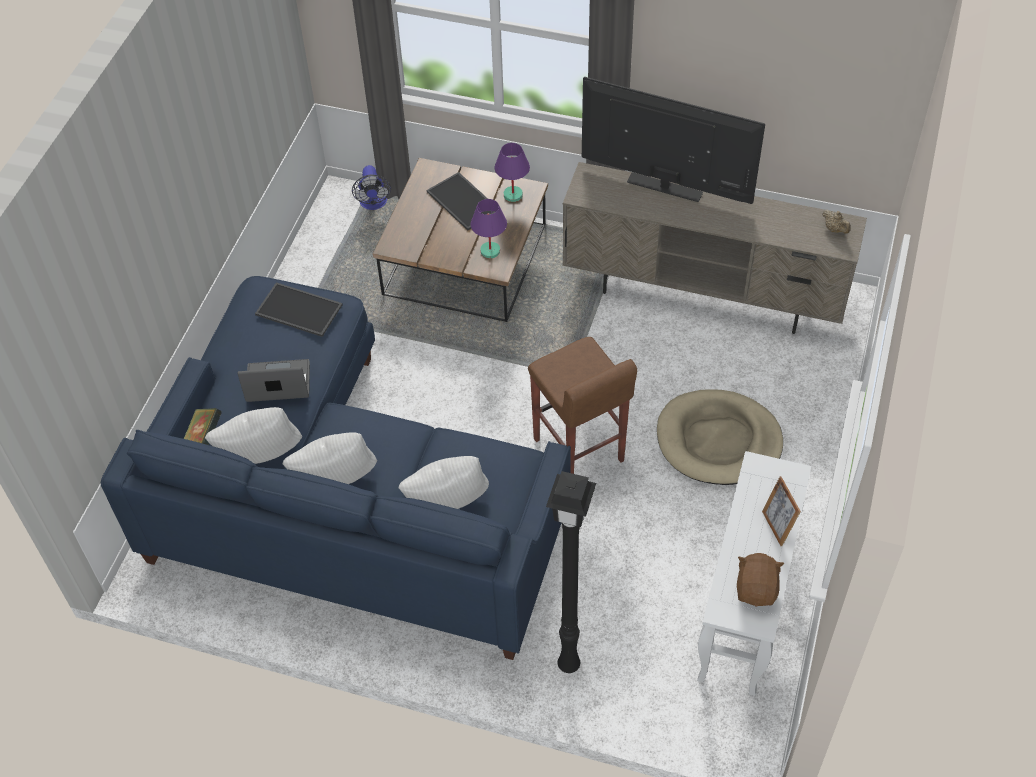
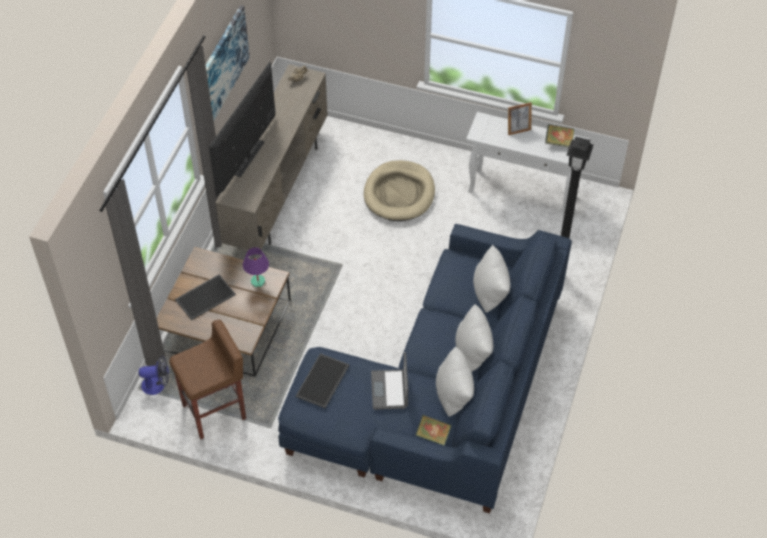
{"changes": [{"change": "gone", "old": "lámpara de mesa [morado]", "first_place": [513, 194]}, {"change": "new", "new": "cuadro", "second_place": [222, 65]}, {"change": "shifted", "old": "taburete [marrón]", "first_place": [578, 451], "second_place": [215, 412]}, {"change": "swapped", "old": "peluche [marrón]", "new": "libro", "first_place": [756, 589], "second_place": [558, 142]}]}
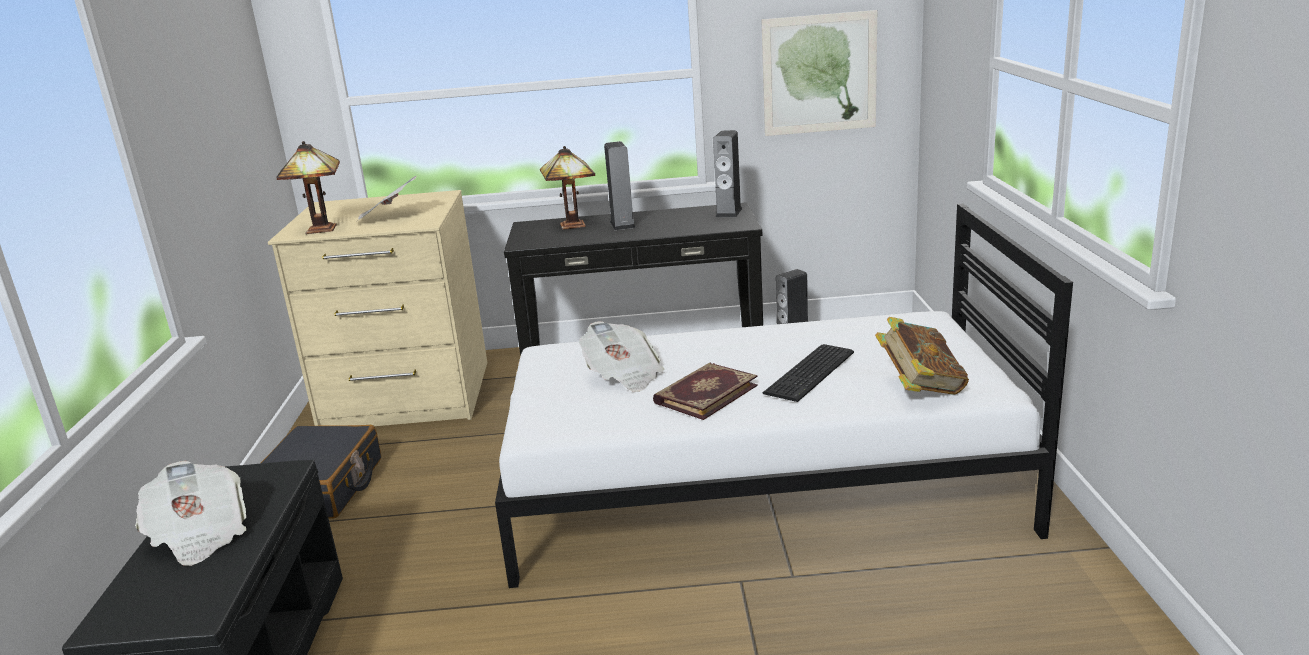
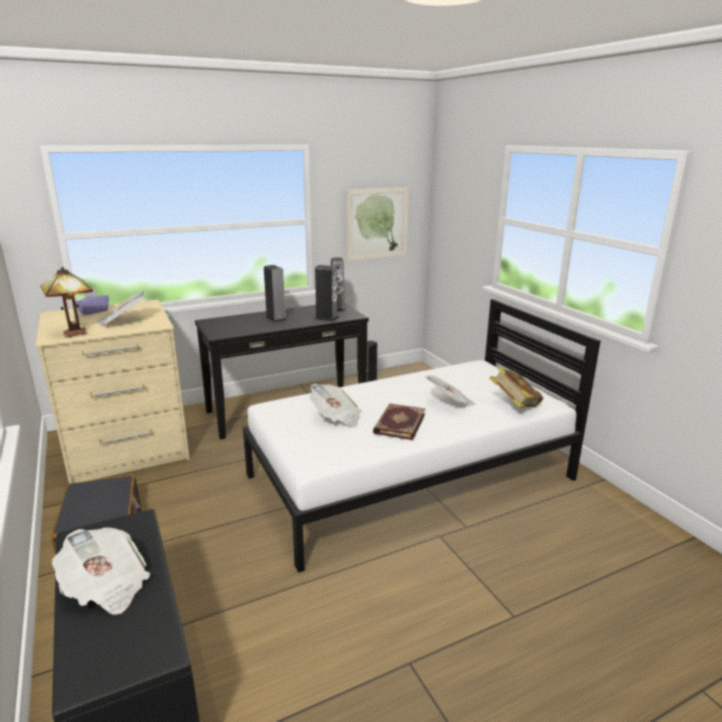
{"changes": [{"change": "gone", "old": "lámpara de mesa", "first_place": [571, 225]}, {"change": "new", "new": "caja de pañuelos [morado]", "second_place": [93, 311]}, {"change": "new", "new": "altavoz", "second_place": [326, 318]}, {"change": "swapped", "old": "teclado", "new": "periódico", "first_place": [812, 372], "second_place": [449, 403]}]}
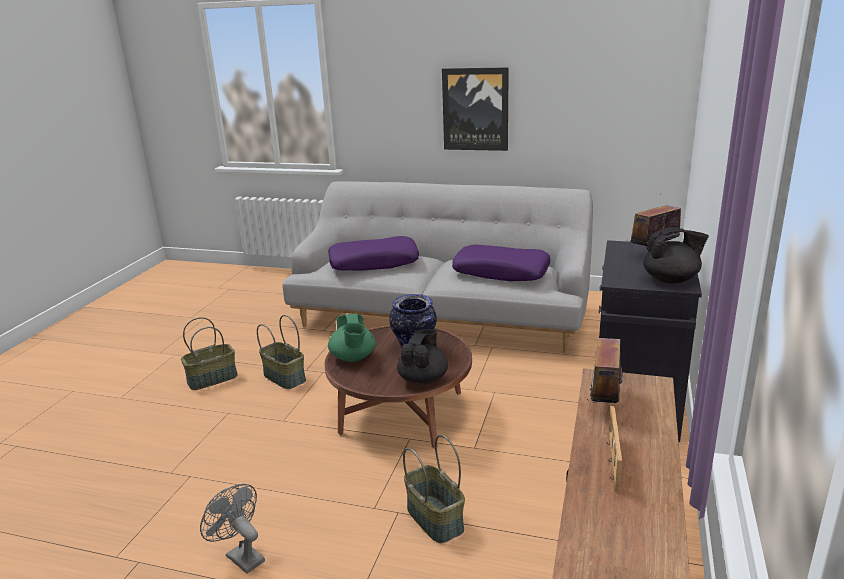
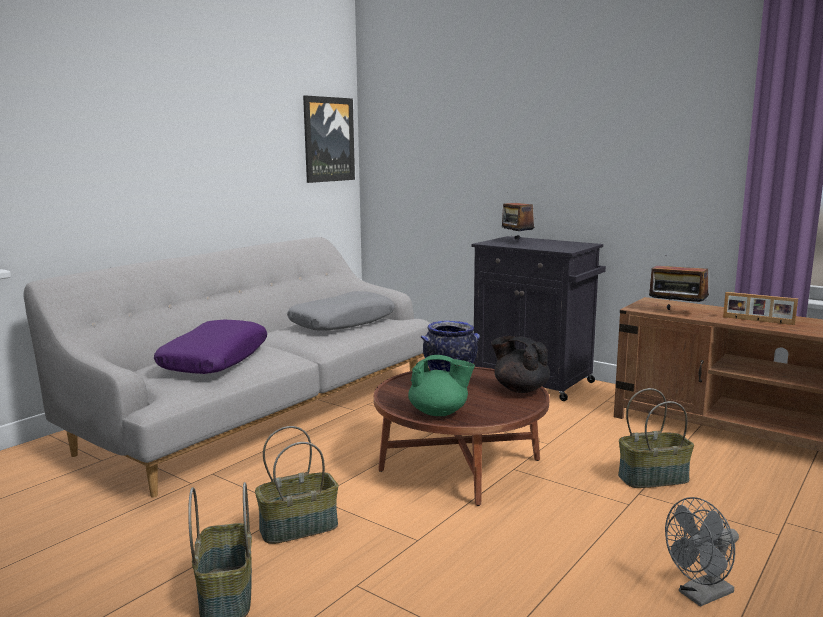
{"changes": [{"change": "gone", "old": "tetera [negro]", "first_place": [671, 280]}, {"change": "shifted", "old": "cuadro", "first_place": [475, 109], "second_place": [328, 139]}, {"change": "repainted", "old": "cojín [morado]", "new": "cojín [gris]", "first_place": [501, 272], "second_place": [342, 322]}]}
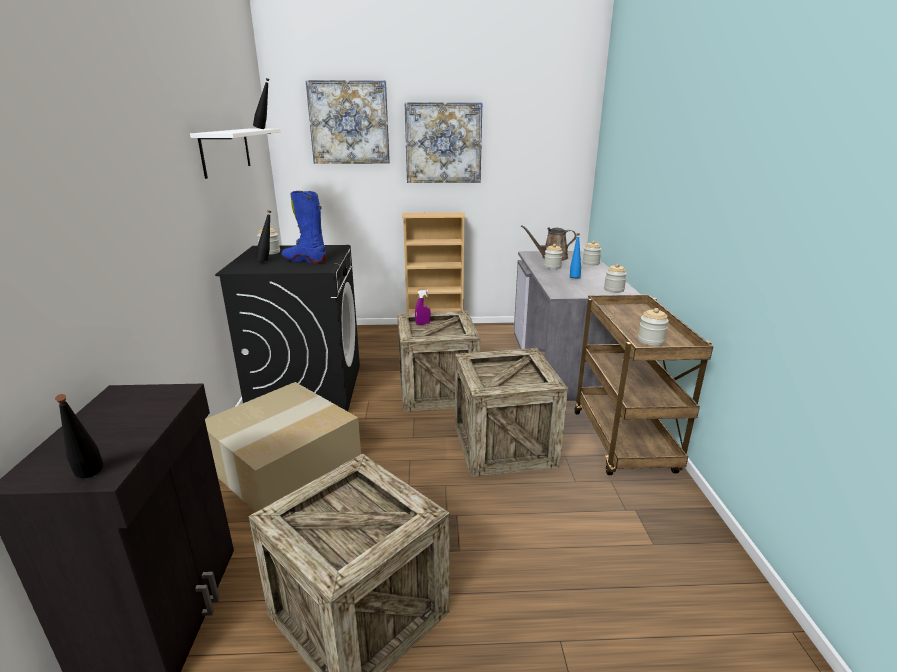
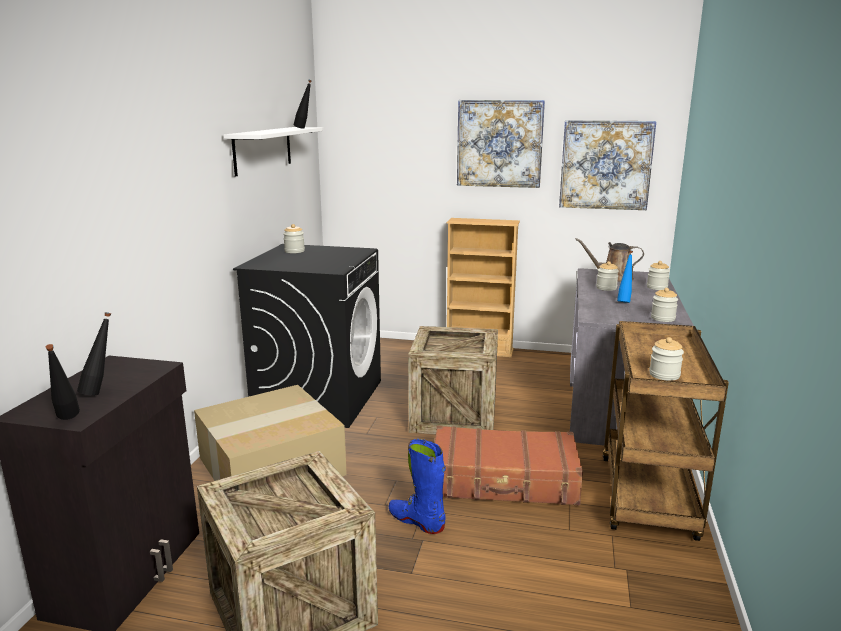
{"changes": [{"change": "gone", "old": "pulverizador [morado]", "first_place": [423, 324]}, {"change": "shifted", "old": "botella [negro]", "first_place": [267, 260], "second_place": [101, 392]}, {"change": "shifted", "old": "bota [azul]", "first_place": [304, 260], "second_place": [417, 521]}, {"change": "shifted", "old": "cuadro", "first_place": [349, 123], "second_place": [605, 165]}, {"change": "swapped", "old": "caja de embalaje", "new": "maleta [marrón]", "first_place": [503, 445], "second_place": [504, 481]}]}
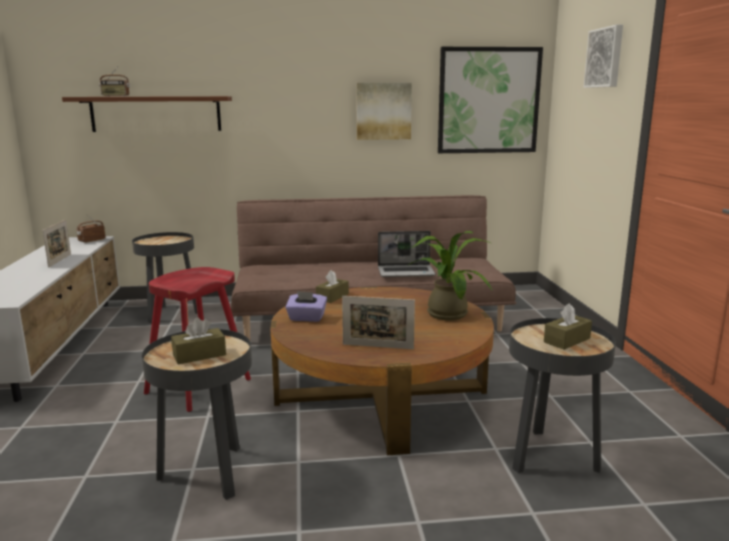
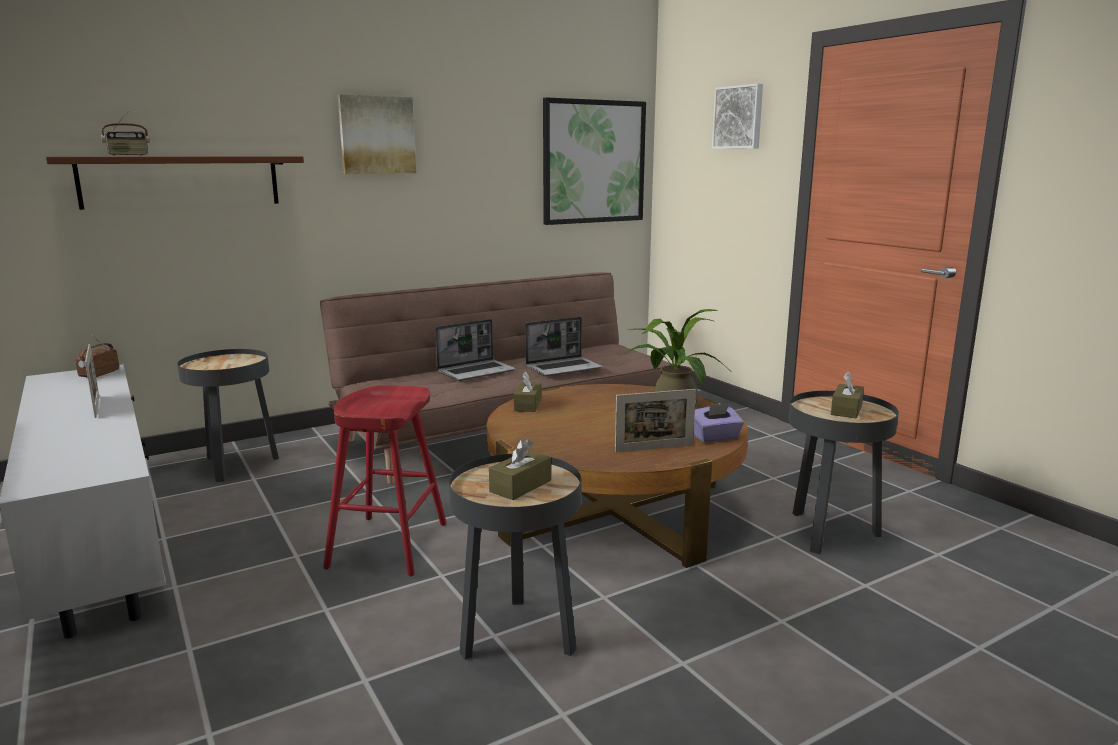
{"changes": [{"change": "new", "new": "portátil", "second_place": [476, 371]}, {"change": "shifted", "old": "caja de pañuelos [morado]", "first_place": [306, 318], "second_place": [715, 437]}, {"change": "shifted", "old": "cuadro", "first_place": [383, 111], "second_place": [377, 135]}]}
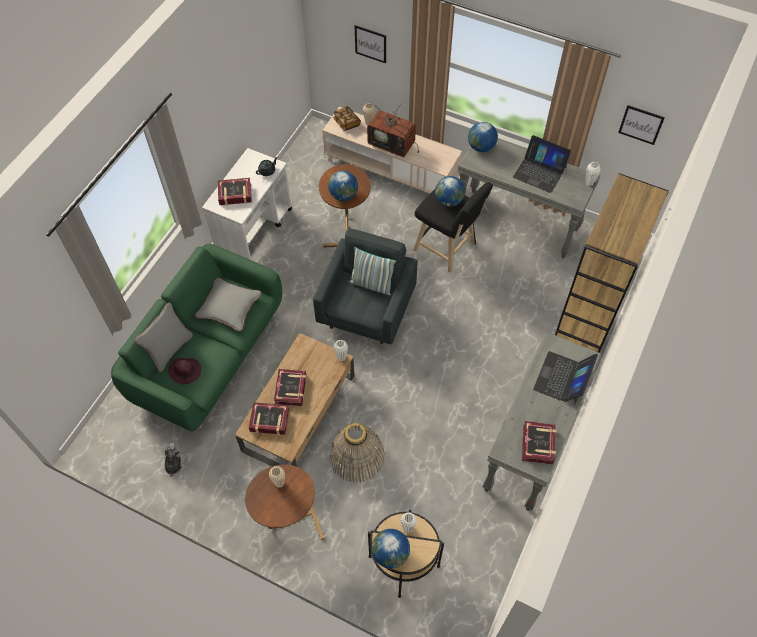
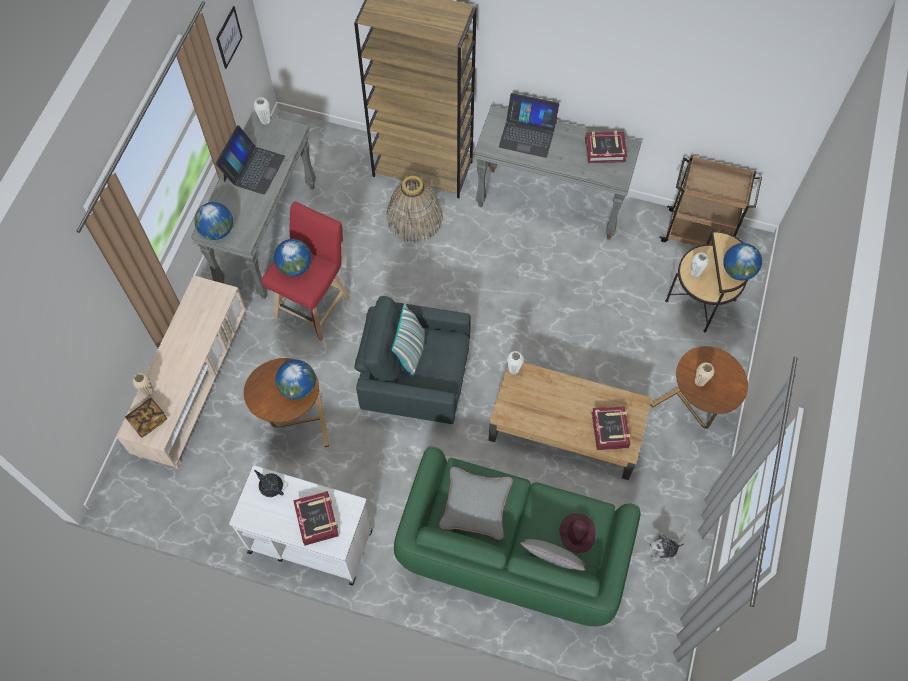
{"changes": [{"change": "gone", "old": "libro", "first_place": [291, 389]}, {"change": "gone", "old": "cuadro", "first_place": [370, 44]}, {"change": "gone", "old": "televisor", "first_place": [393, 144]}, {"change": "new", "new": "carrito [marrón]", "second_place": [698, 233]}, {"change": "shifted", "old": "cesta", "first_place": [357, 456], "second_place": [414, 218]}, {"change": "repainted", "old": "taburete [negro]", "new": "taburete [rojo]", "first_place": [447, 249], "second_place": [315, 304]}]}
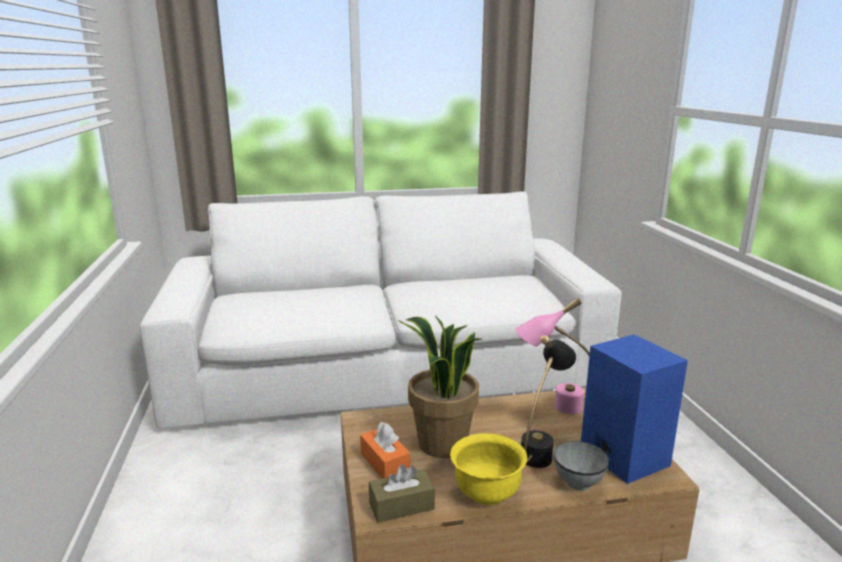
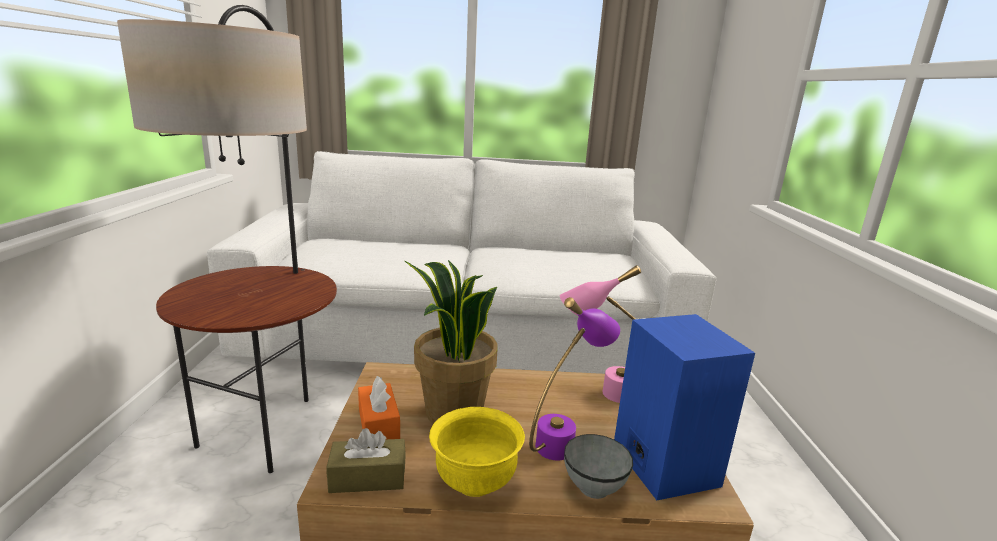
{"changes": [{"change": "new", "new": "lámpara de pie", "second_place": [268, 431]}, {"change": "repainted", "old": "lámpara de mesa [negro]", "new": "lámpara de mesa [morado]", "first_place": [541, 450], "second_place": [565, 439]}]}
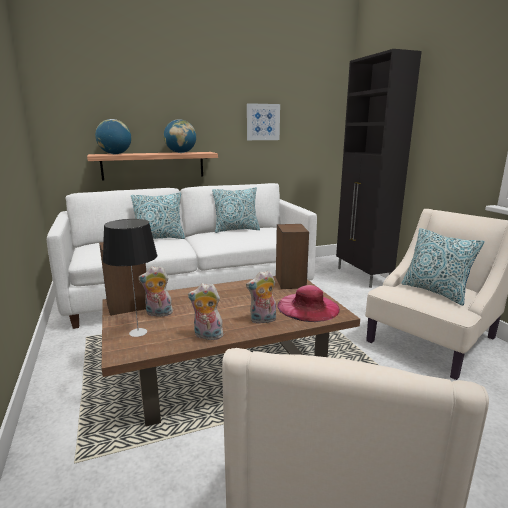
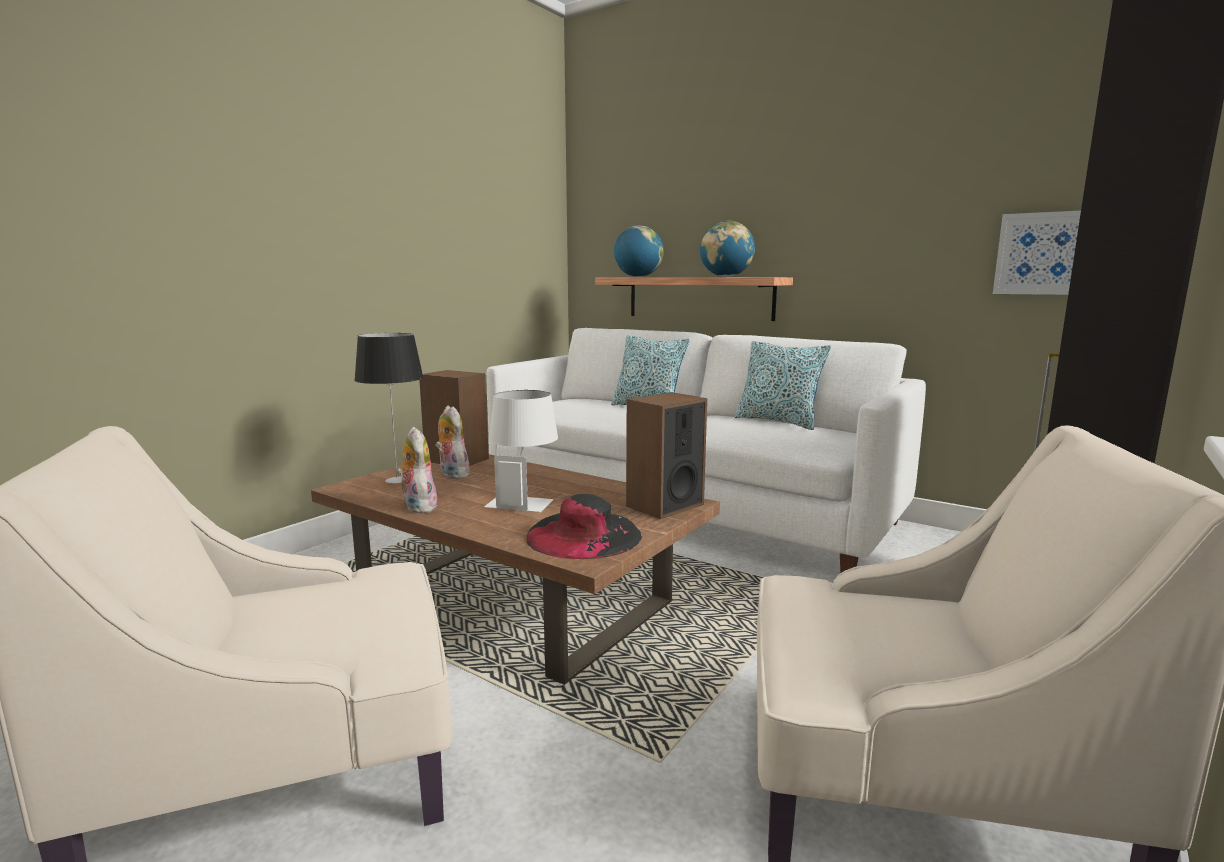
{"changes": [{"change": "gone", "old": "peluche", "first_place": [263, 320]}, {"change": "gone", "old": "cojín", "first_place": [435, 292]}, {"change": "new", "new": "lámpara de mesa [blanco]", "second_place": [523, 499]}, {"change": "shifted", "old": "cuadro", "first_place": [263, 122], "second_place": [1043, 253]}, {"change": "repainted", "old": "sombrero [rosa]", "new": "sombrero [negro]", "first_place": [308, 307], "second_place": [584, 535]}]}
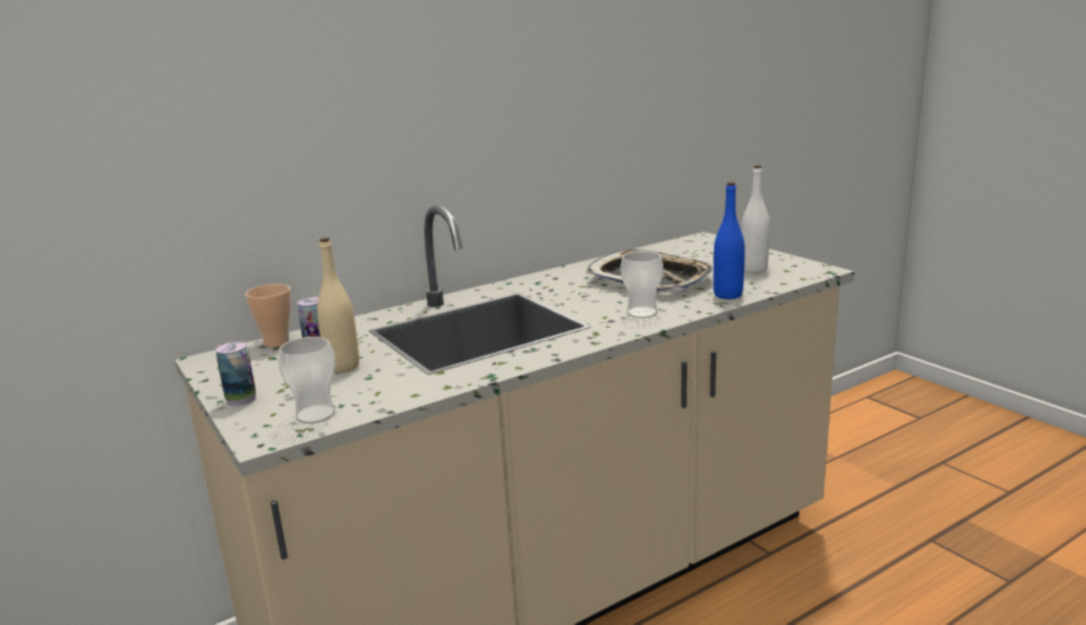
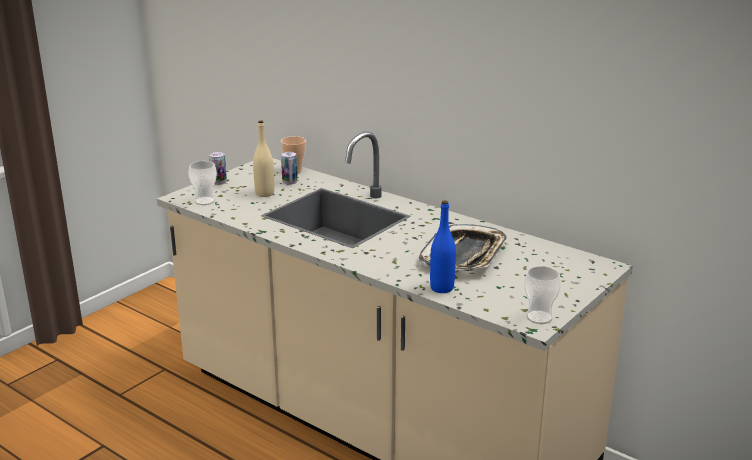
{"changes": [{"change": "gone", "old": "botella [blanco]", "first_place": [753, 270]}, {"change": "shifted", "old": "taza", "first_place": [642, 313], "second_place": [539, 317]}]}
